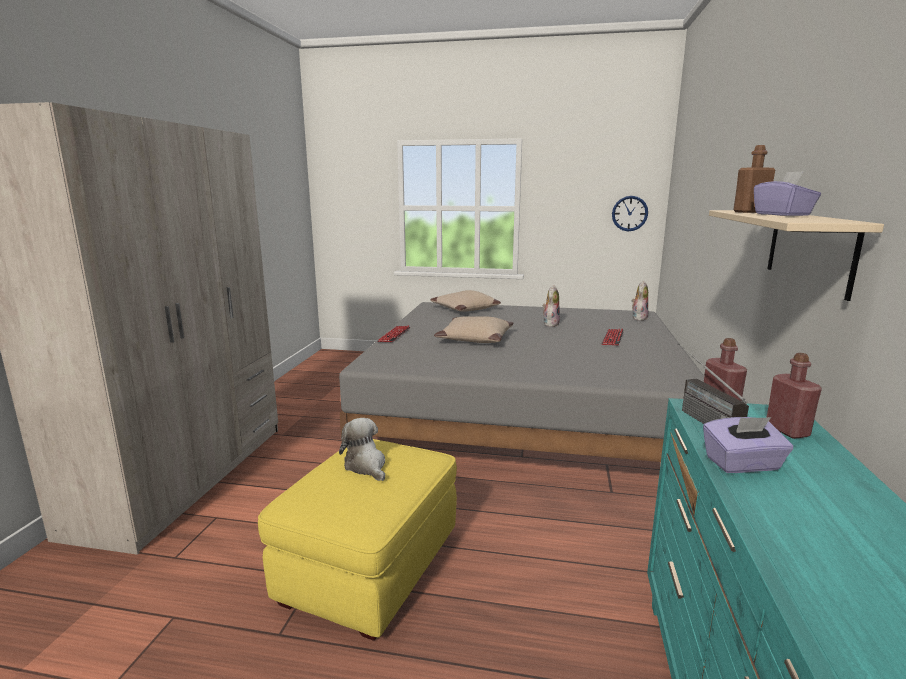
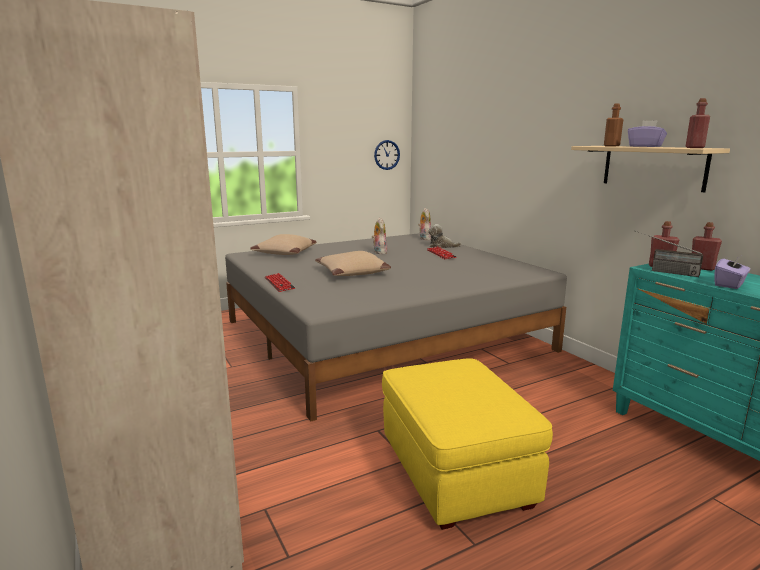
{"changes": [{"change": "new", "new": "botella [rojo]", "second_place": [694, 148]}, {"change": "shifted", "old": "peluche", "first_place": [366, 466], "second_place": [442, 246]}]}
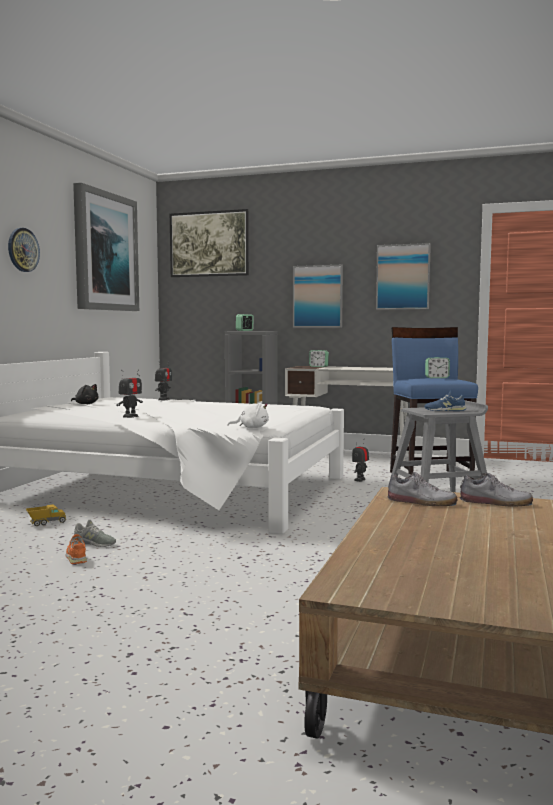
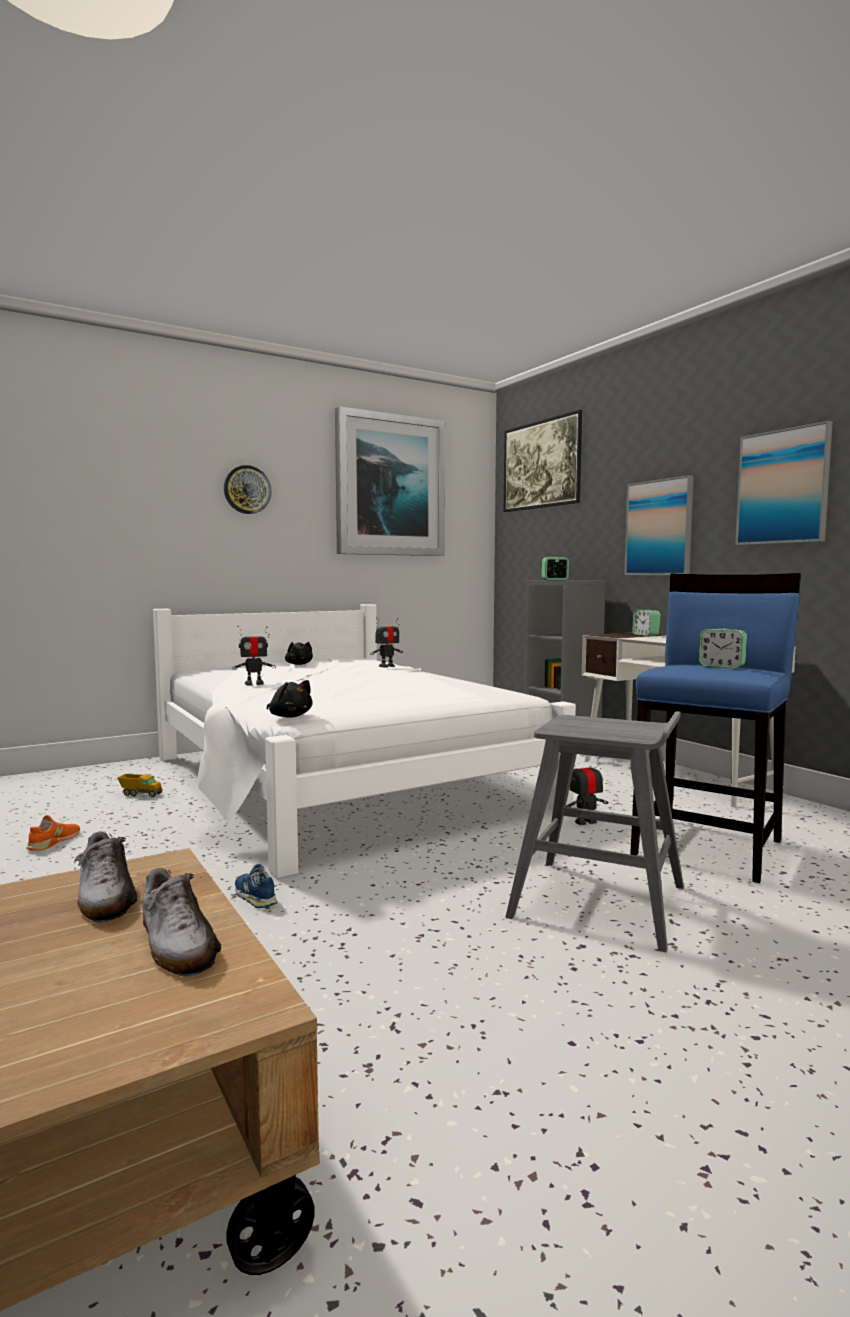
{"changes": [{"change": "gone", "old": "zapato [gris]", "first_place": [94, 543]}, {"change": "shifted", "old": "zapato [azul]", "first_place": [445, 410], "second_place": [255, 896]}, {"change": "repainted", "old": "peluche [blanco]", "new": "peluche [negro]", "first_place": [251, 428], "second_place": [289, 716]}]}
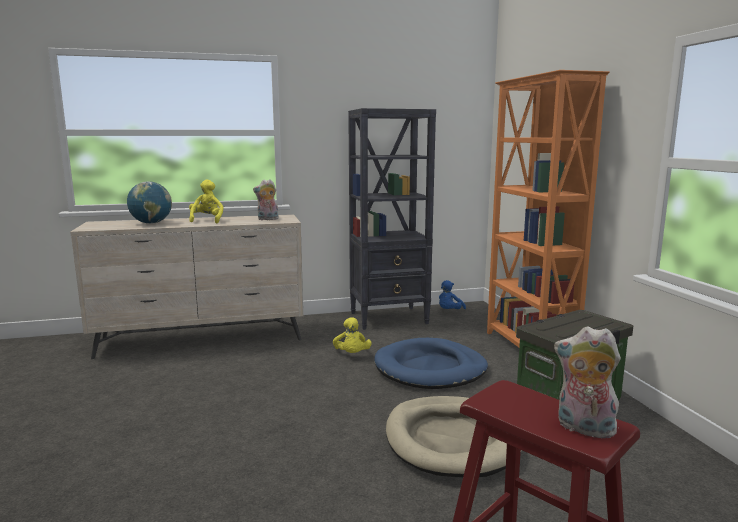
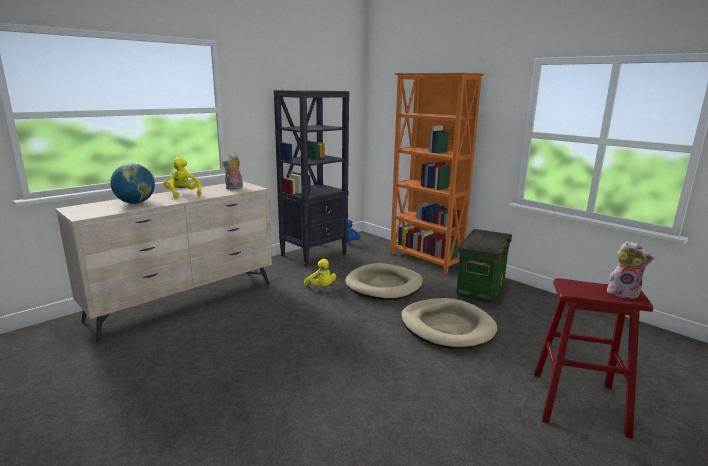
{"changes": [{"change": "repainted", "old": "cama para perro [azul]", "new": "cama para perro [beis]", "first_place": [430, 368], "second_place": [384, 285]}, {"change": "rotated", "old": "peluche", "first_place": [583, 429], "second_place": [623, 293], "degrees": -150}]}
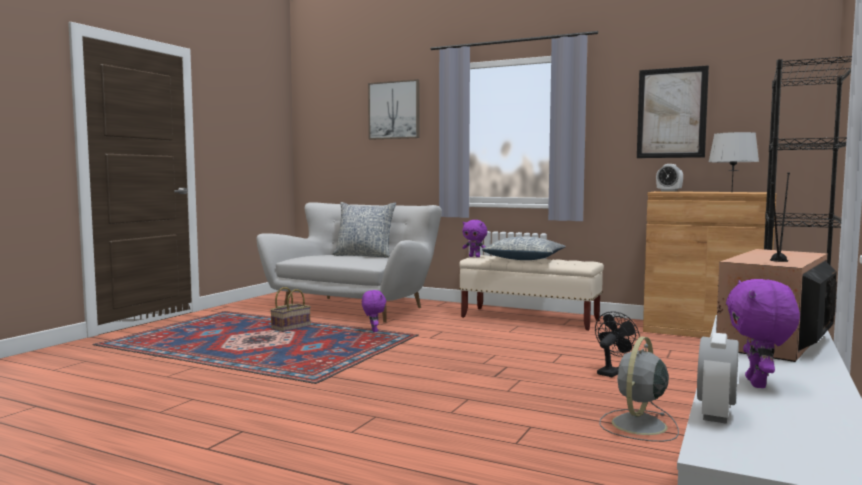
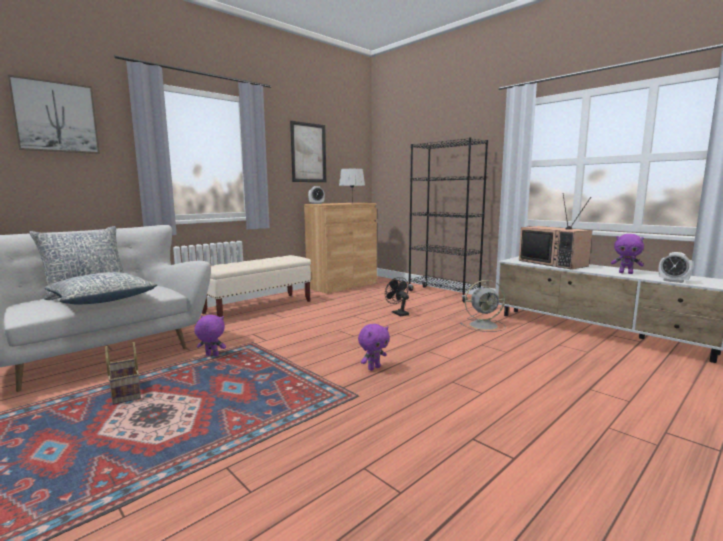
{"changes": [{"change": "shifted", "old": "peluche [morado]", "first_place": [475, 256], "second_place": [373, 368]}, {"change": "shifted", "old": "cojín", "first_place": [525, 259], "second_place": [103, 300]}, {"change": "rotated", "old": "ventilador [gris]", "first_place": [638, 426], "second_place": [484, 325], "degrees": -60}]}
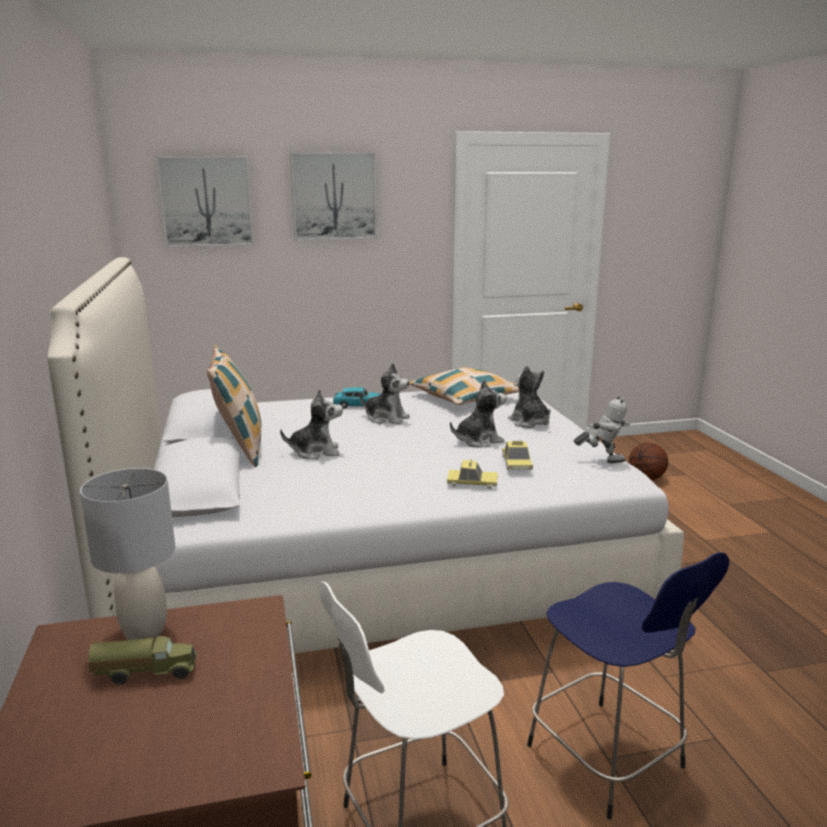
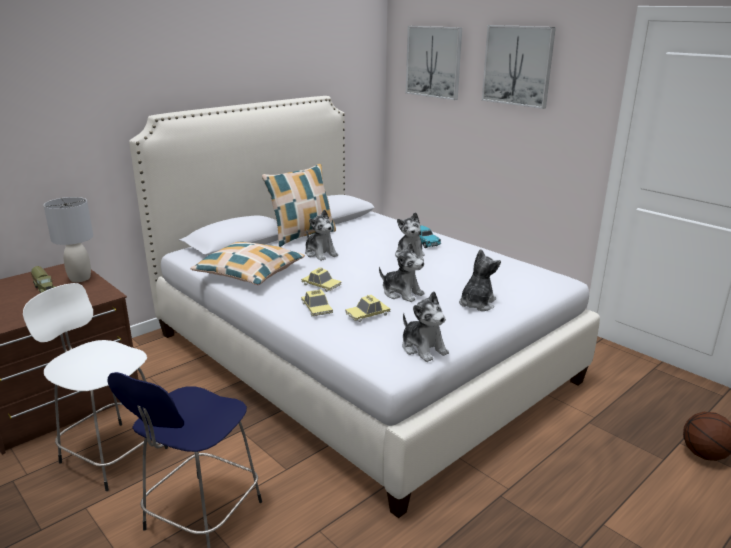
{"changes": [{"change": "new", "new": "coche de juguete", "second_place": [321, 285]}, {"change": "shifted", "old": "cojín", "first_place": [465, 397], "second_place": [250, 272]}, {"change": "swapped", "old": "robot de juguete", "new": "peluche", "first_place": [601, 460], "second_place": [423, 348]}]}
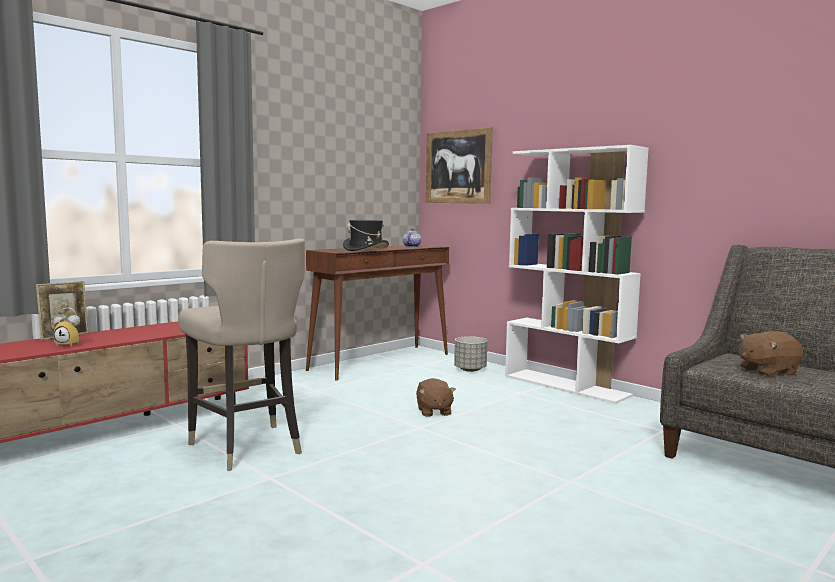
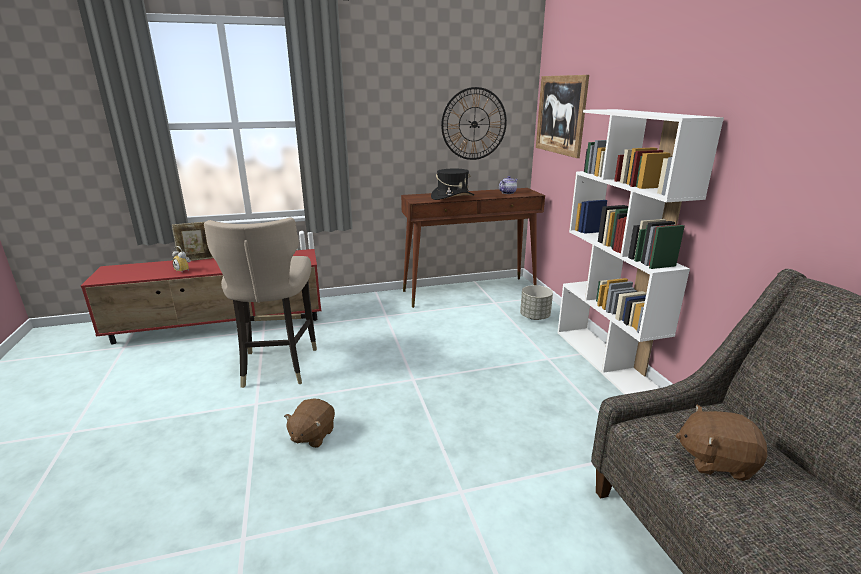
{"changes": [{"change": "new", "new": "reloj de pared", "second_place": [474, 124]}, {"change": "shifted", "old": "peluche [marrón]", "first_place": [433, 412], "second_place": [312, 435]}]}
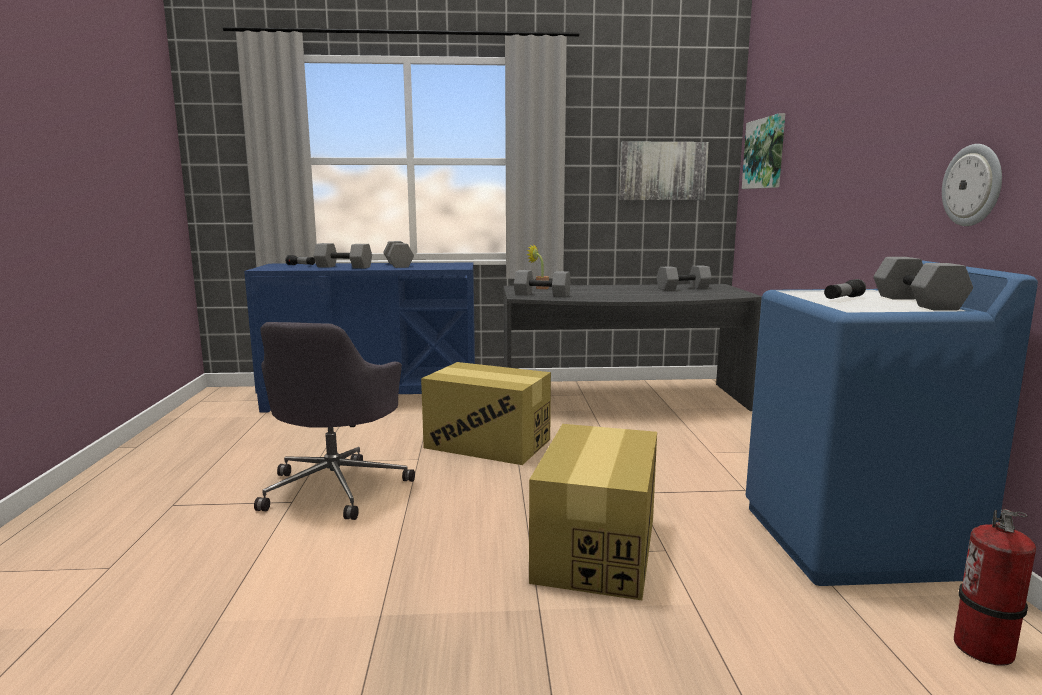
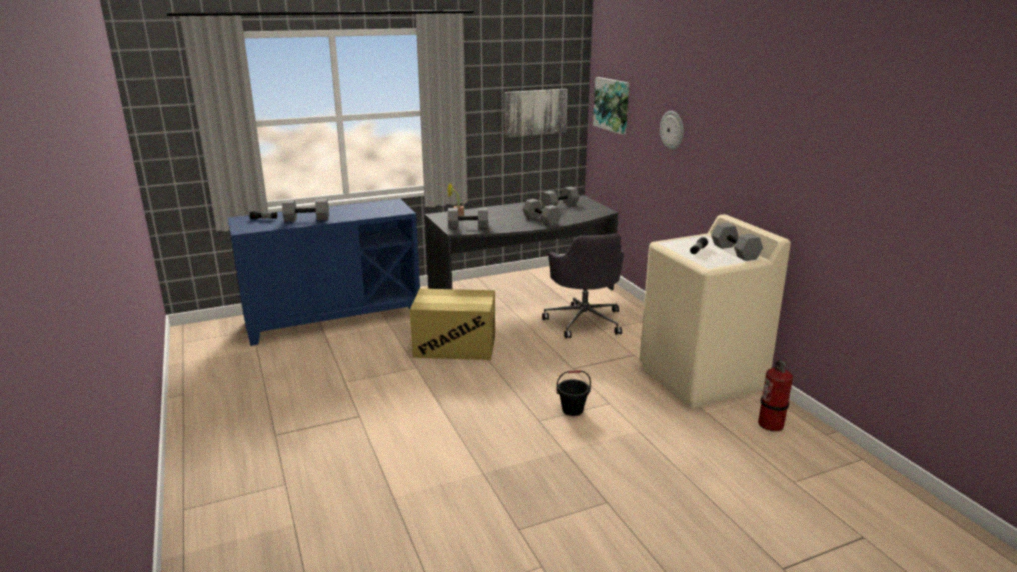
{"changes": [{"change": "shifted", "old": "silla de oficina [gris]", "first_place": [336, 487], "second_place": [584, 321]}, {"change": "shifted", "old": "mancuerna [gris]", "first_place": [397, 265], "second_place": [540, 220]}, {"change": "shifted", "old": "reloj de pared", "first_place": [973, 185], "second_place": [672, 130]}, {"change": "swapped", "old": "caja de cartón", "new": "cubo [negro]", "first_place": [596, 548], "second_place": [572, 410]}, {"change": "repainted", "old": "lavadora [azul]", "new": "lavadora [beis]", "first_place": [853, 540], "second_place": [701, 378]}]}
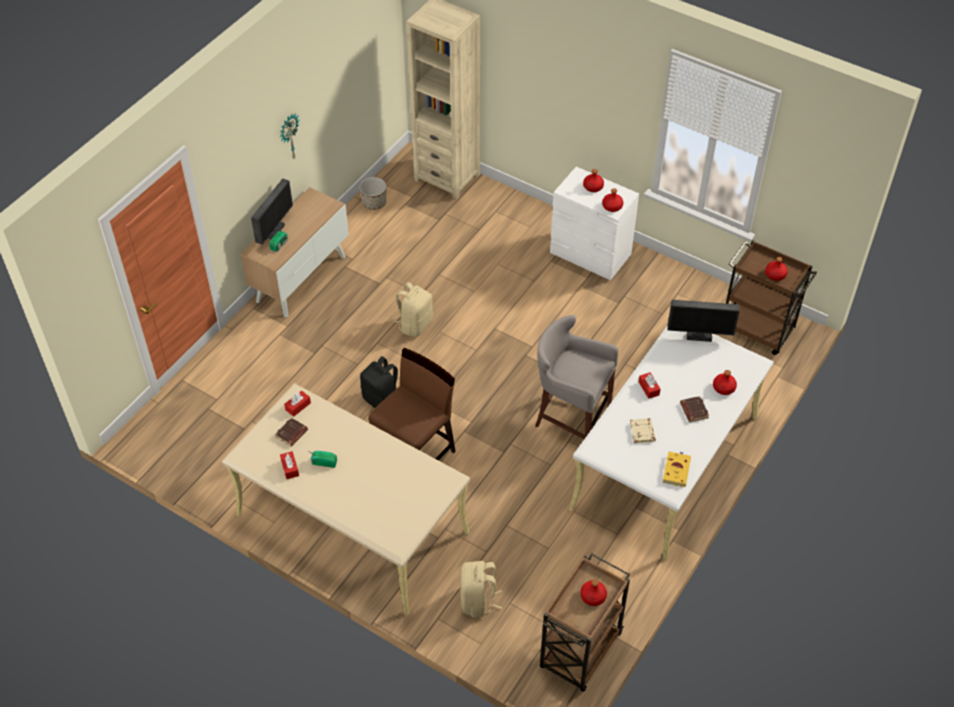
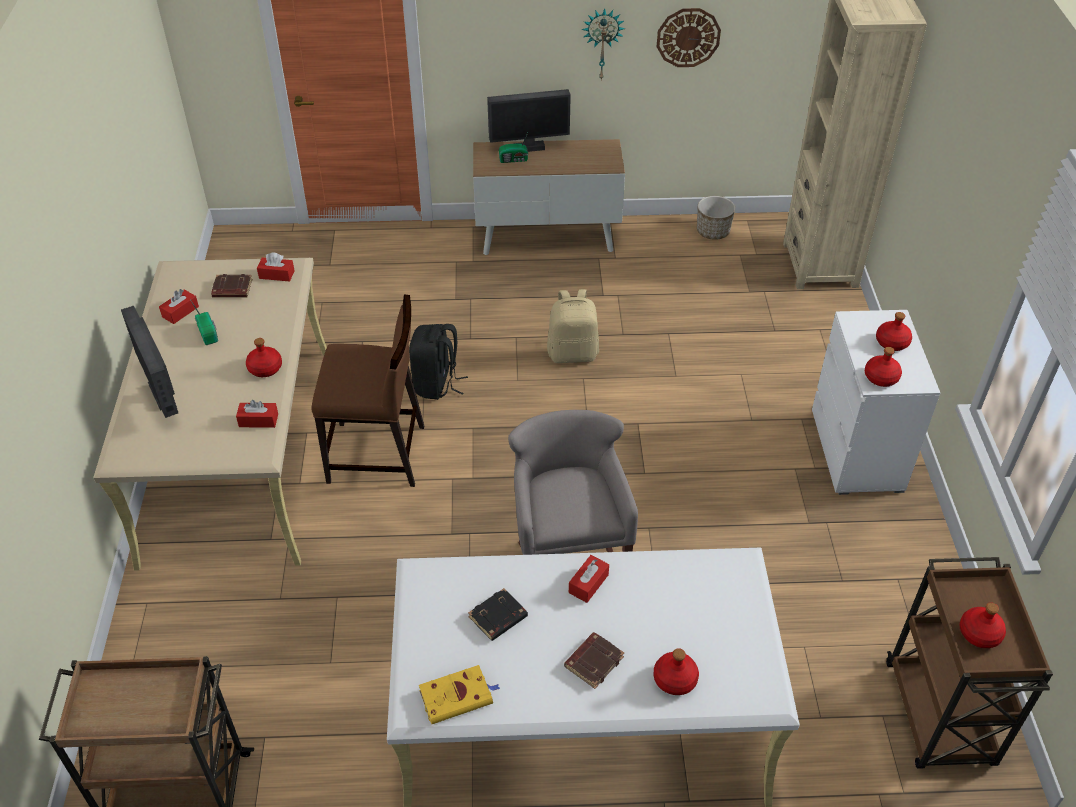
{"changes": [{"change": "gone", "old": "mochila [beis]", "first_place": [478, 600]}, {"change": "new", "new": "caja de pañuelos [rojo]", "second_place": [258, 420]}, {"change": "new", "new": "reloj de pared", "second_place": [688, 37]}, {"change": "shifted", "old": "botella [rojo]", "first_place": [593, 596], "second_place": [265, 368]}, {"change": "shifted", "old": "monitor", "first_place": [699, 336], "second_place": [162, 395]}, {"change": "repainted", "old": "libro [beis]", "new": "libro [negro]", "first_place": [643, 432], "second_place": [498, 618]}]}
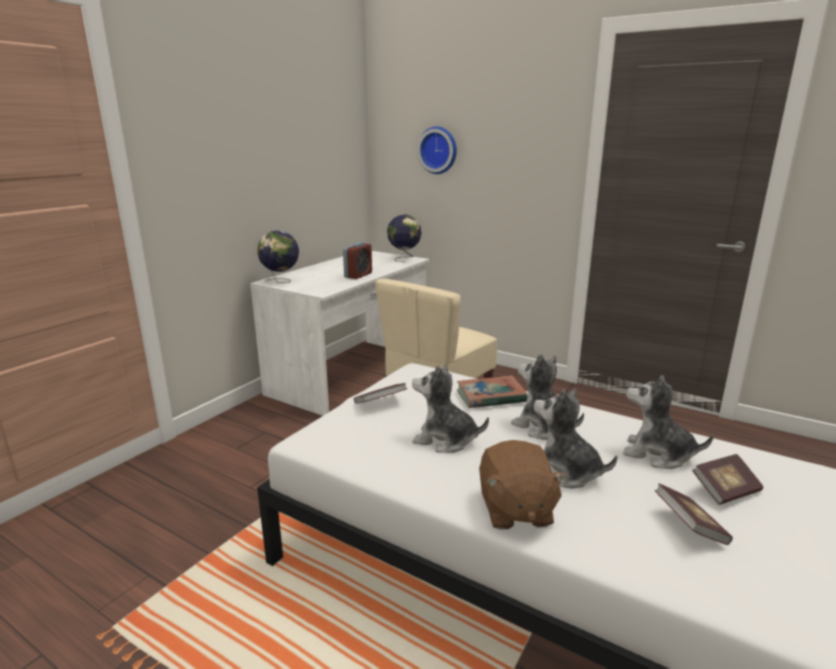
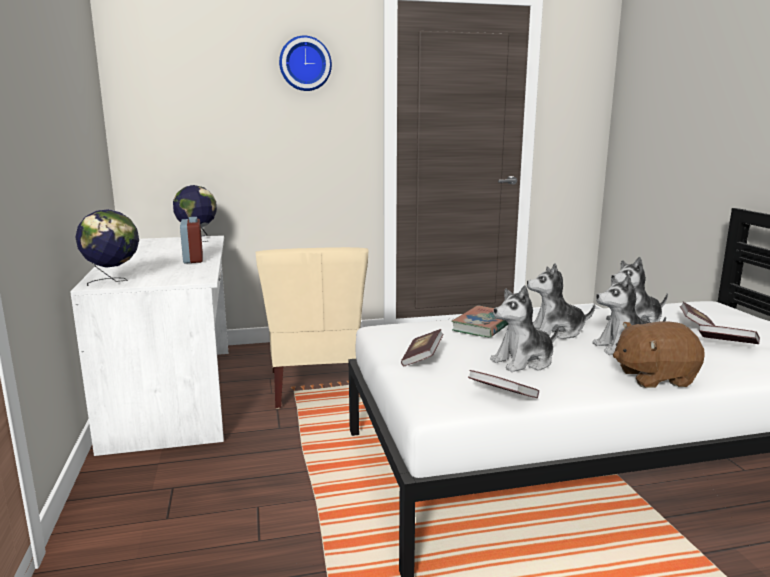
{"changes": [{"change": "new", "new": "libro", "second_place": [502, 397]}, {"change": "shifted", "old": "reloj de pared", "first_place": [438, 150], "second_place": [305, 64]}, {"change": "rotated", "old": "peluche [marrón]", "first_place": [515, 510], "second_place": [654, 377], "degrees": 135}]}
